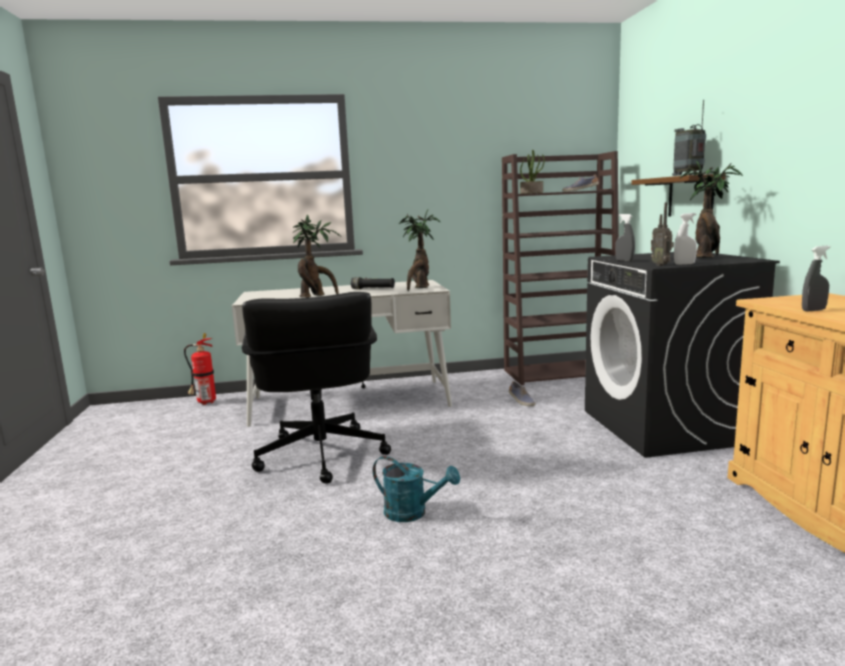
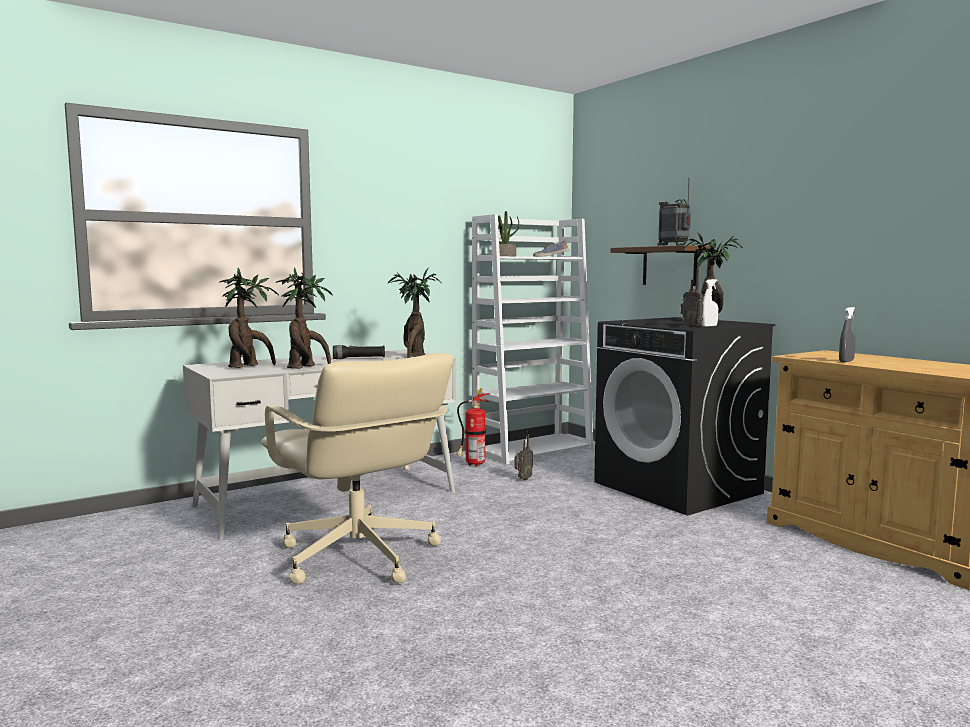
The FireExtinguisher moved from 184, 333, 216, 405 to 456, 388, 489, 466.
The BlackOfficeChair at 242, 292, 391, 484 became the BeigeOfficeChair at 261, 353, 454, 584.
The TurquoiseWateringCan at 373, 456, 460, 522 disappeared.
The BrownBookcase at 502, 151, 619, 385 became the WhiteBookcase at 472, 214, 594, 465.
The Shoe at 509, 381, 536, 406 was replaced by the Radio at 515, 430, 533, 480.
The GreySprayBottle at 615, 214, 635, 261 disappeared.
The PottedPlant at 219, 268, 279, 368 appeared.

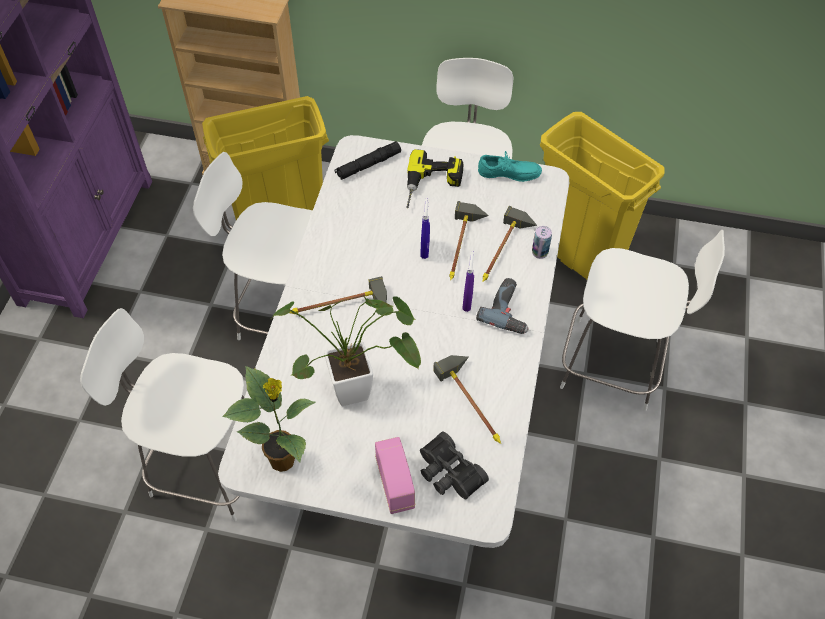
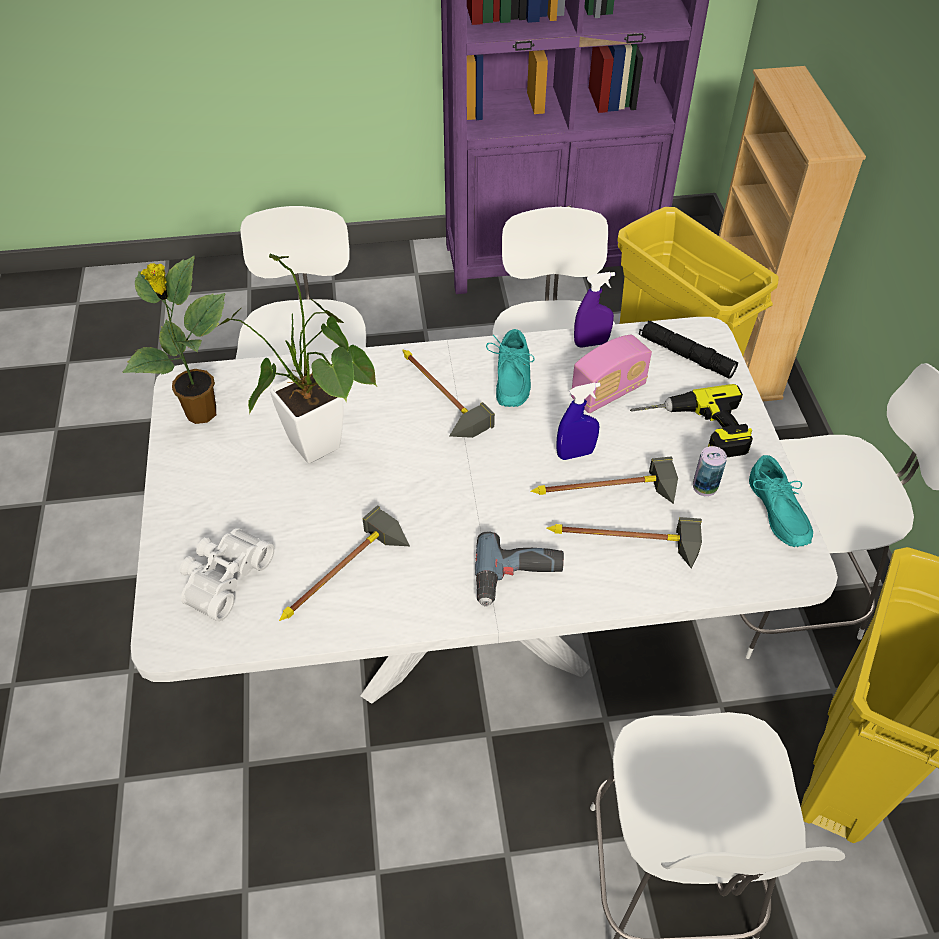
The Radio moved from 375, 437, 415, 514 to 571, 335, 652, 413.
The BlackBinoculars at 420, 431, 489, 499 became the WhiteBinoculars at 180, 528, 275, 622.
The PurpleSprayBottle moved from 462, 251, 474, 312 to 574, 272, 615, 348.
The Can moved from 532, 226, 552, 259 to 693, 446, 727, 497.
The TurquoiseShoe at 486, 329, 535, 407 appeared.

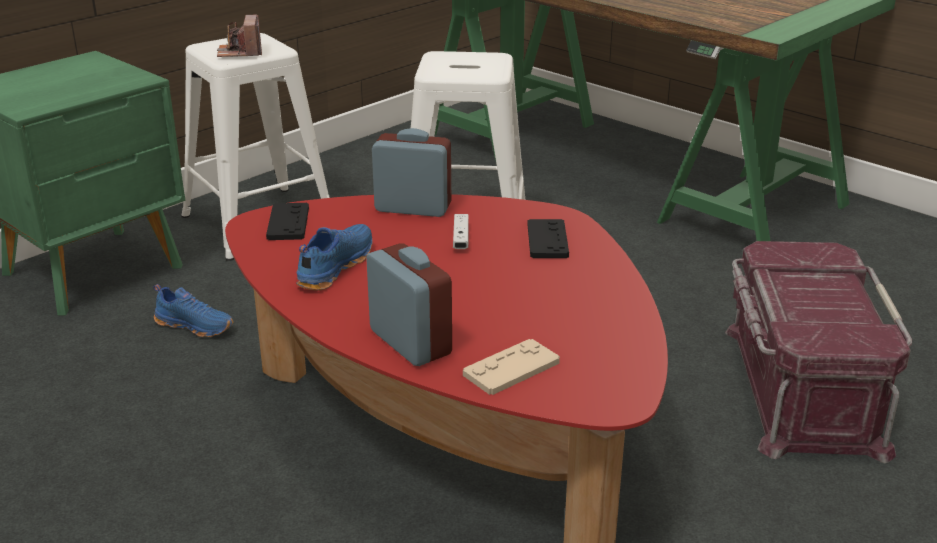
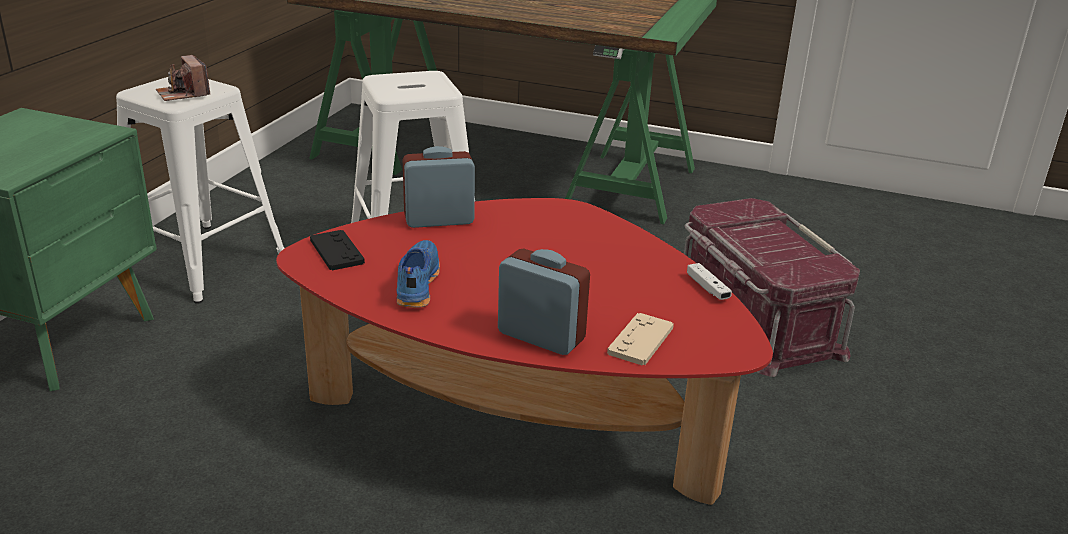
The BlueShoe at 153, 284, 234, 337 disappeared.
The WhiteGameController moved from 453, 214, 469, 249 to 687, 263, 732, 300.
The BlackGameController at 527, 219, 569, 258 disappeared.

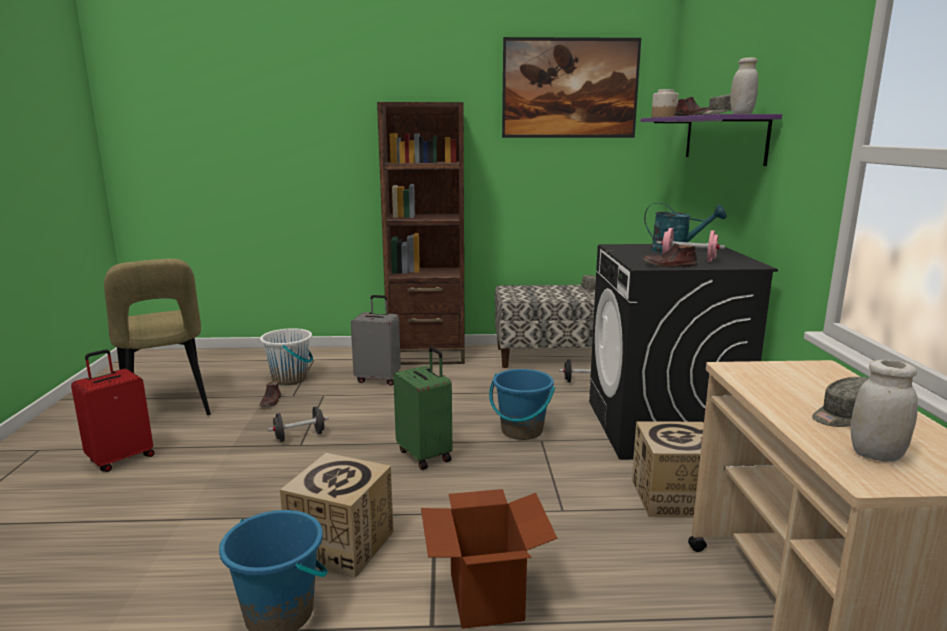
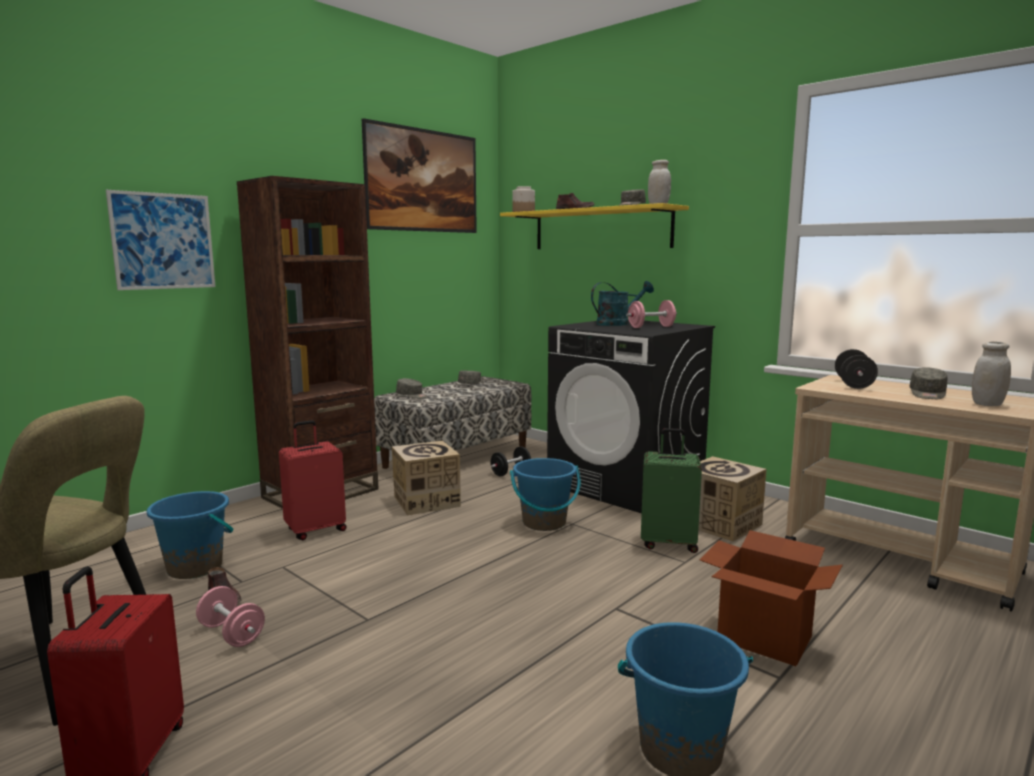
The WhiteBucket at 260, 328, 313, 385 became the BlueBucket at 147, 491, 234, 579.
The BlackDumbbell moved from 268, 406, 329, 442 to 835, 349, 878, 389.
The CardboardBox moved from 280, 453, 394, 578 to 392, 441, 461, 515.
The GreySuitcase at 351, 295, 401, 386 became the RedSuitcase at 279, 420, 346, 540.
The GreenSuitcase moved from 393, 347, 452, 470 to 641, 428, 702, 553.
The PurpleShelf at 641, 114, 782, 166 became the YellowShelf at 500, 203, 689, 249.
The BrownShoe at 643, 243, 697, 268 disappeared.
The Picture at 106, 190, 216, 290 appeared.
The PinkDumbbell at 196, 586, 265, 647 appeared.
The GreyCap at 396, 378, 427, 399 appeared.

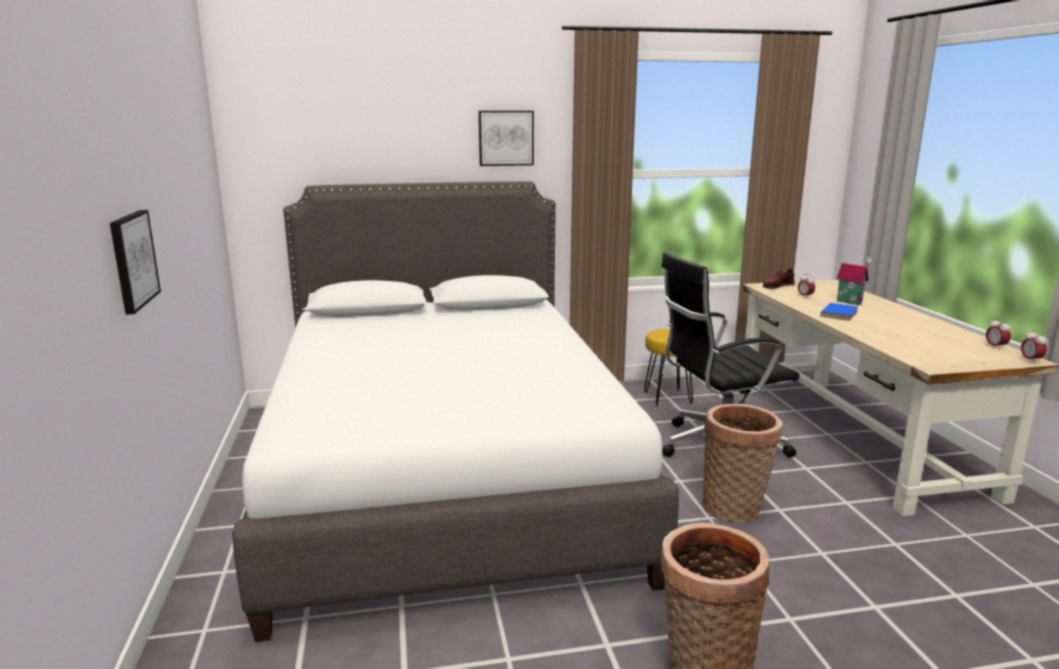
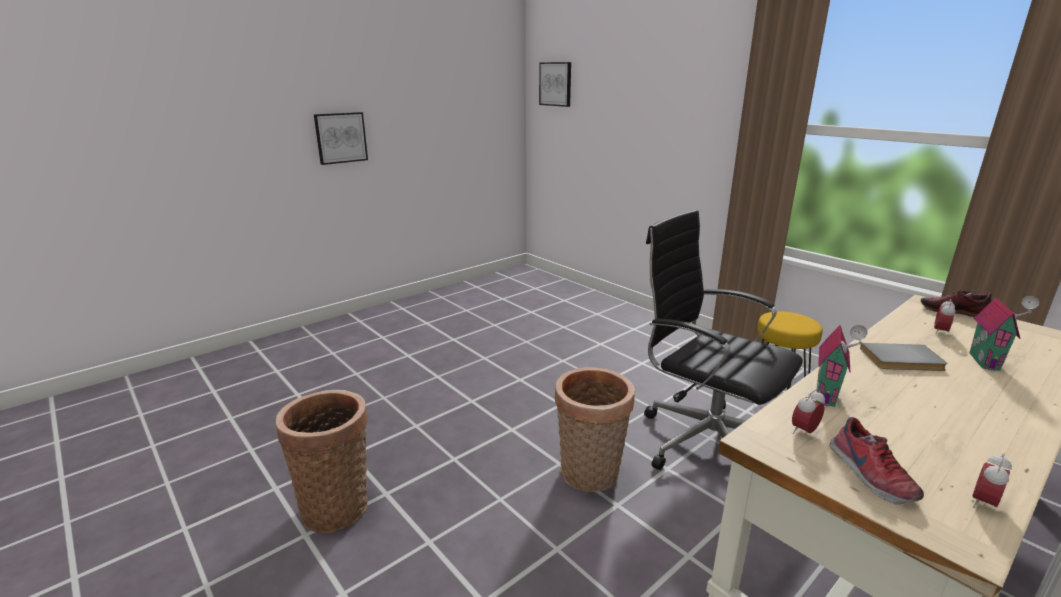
The WhiteBed at 232, 182, 679, 642 disappeared.
The Picture moved from 479, 111, 534, 166 to 539, 62, 571, 107.
The BlueBook at 820, 303, 858, 321 became the GreyBook at 860, 343, 948, 371.
The AlarmClock moved from 1021, 330, 1047, 362 to 792, 389, 825, 434.
The ToyHouse at 816, 325, 867, 407 appeared.
The Shoe at 829, 417, 924, 505 appeared.

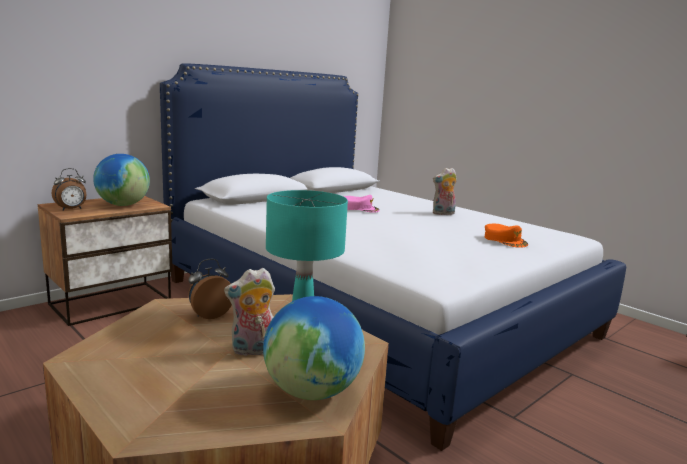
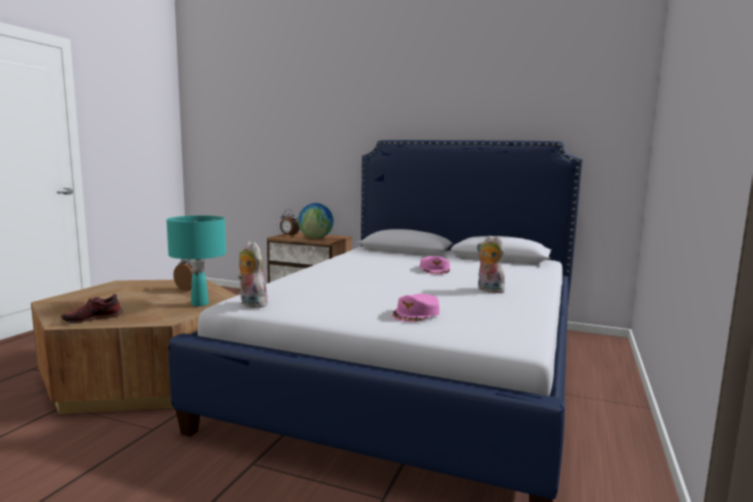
The PlushToy moved from 224, 268, 275, 356 to 238, 241, 268, 308.
The Globe at 263, 296, 365, 400 was replaced by the Shoe at 61, 294, 123, 324.
The OrangeCap at 485, 224, 528, 248 became the PinkCap at 392, 294, 440, 322.

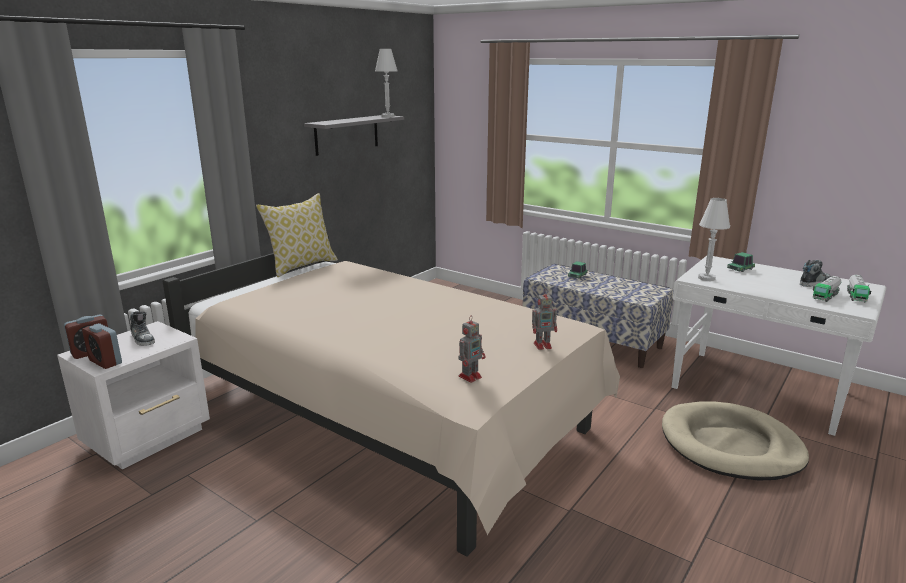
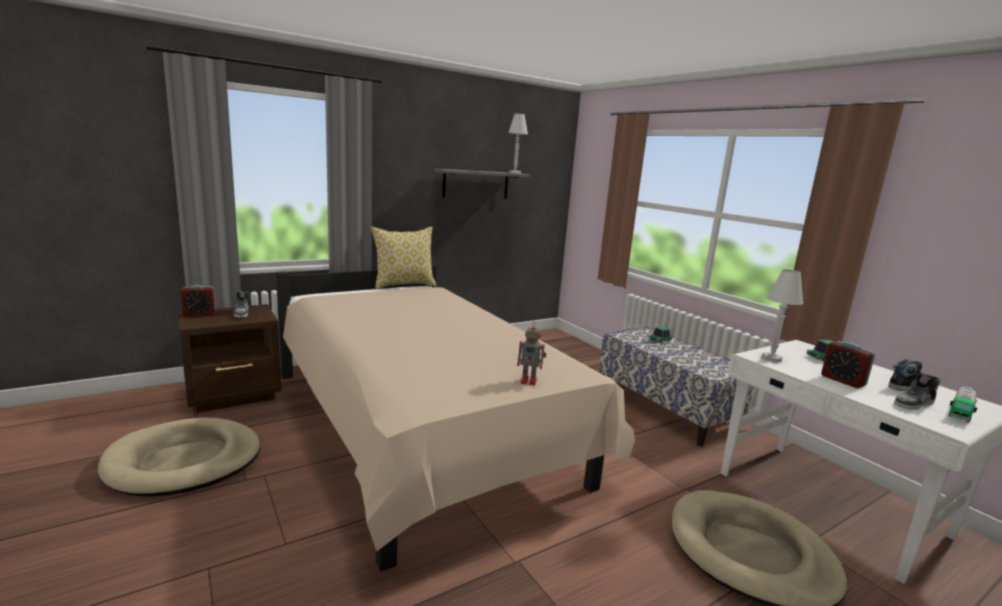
The WhiteNightstand at 57, 321, 210, 469 became the BrownNightstand at 178, 304, 282, 413.
The AlarmClock moved from 82, 323, 122, 369 to 821, 341, 875, 388.
The ToyRobot at 458, 317, 485, 383 disappeared.
The ToyTruck at 813, 276, 841, 302 was replaced by the Shoe at 894, 373, 941, 410.
The BeigeDogBed at 98, 417, 261, 497 appeared.

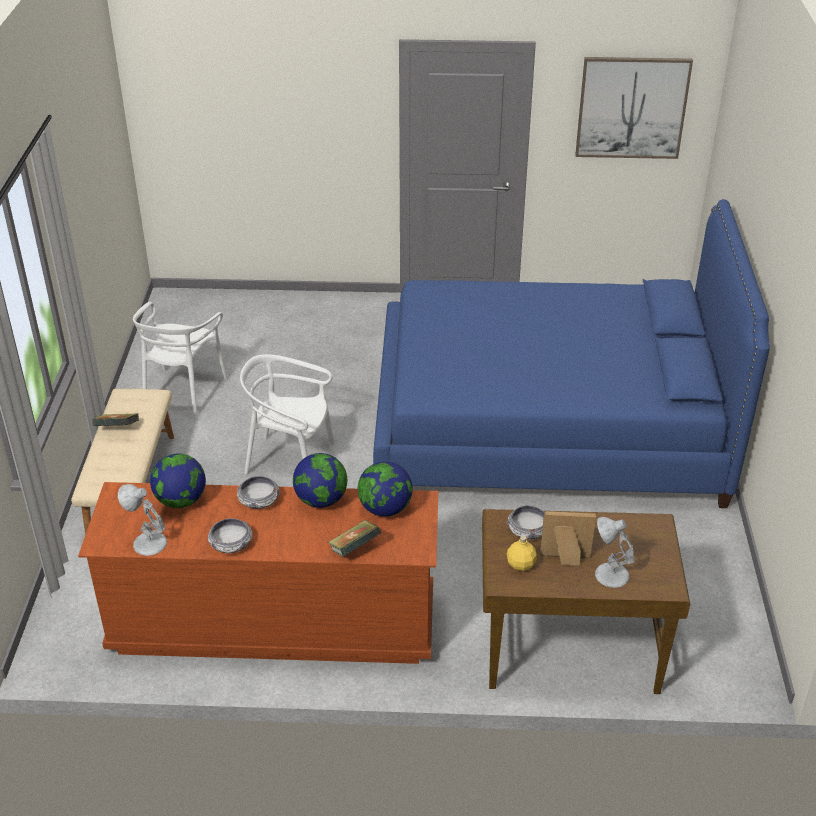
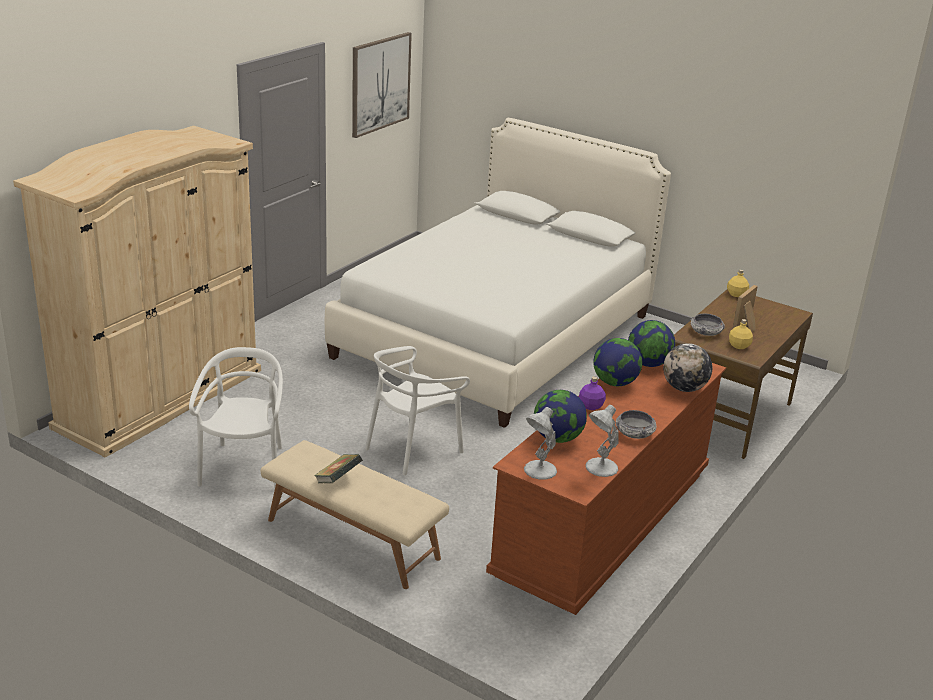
The WhiteChair at 133, 302, 228, 418 turned 135 degrees counterclockwise.
The Bowl at 236, 476, 280, 509 was replaced by the PurpleBottle at 579, 376, 606, 410.
The Book at 328, 520, 381, 557 was replaced by the Globe at 663, 343, 712, 392.
The BlueBed at 373, 199, 770, 508 became the WhiteBed at 325, 118, 671, 428.
The WhiteTableLamp moved from 595, 517, 634, 588 to 524, 407, 557, 480.
The BeigeWardrobe at 13, 126, 261, 458 appeared.
The YellowBottle at 727, 269, 749, 297 appeared.

